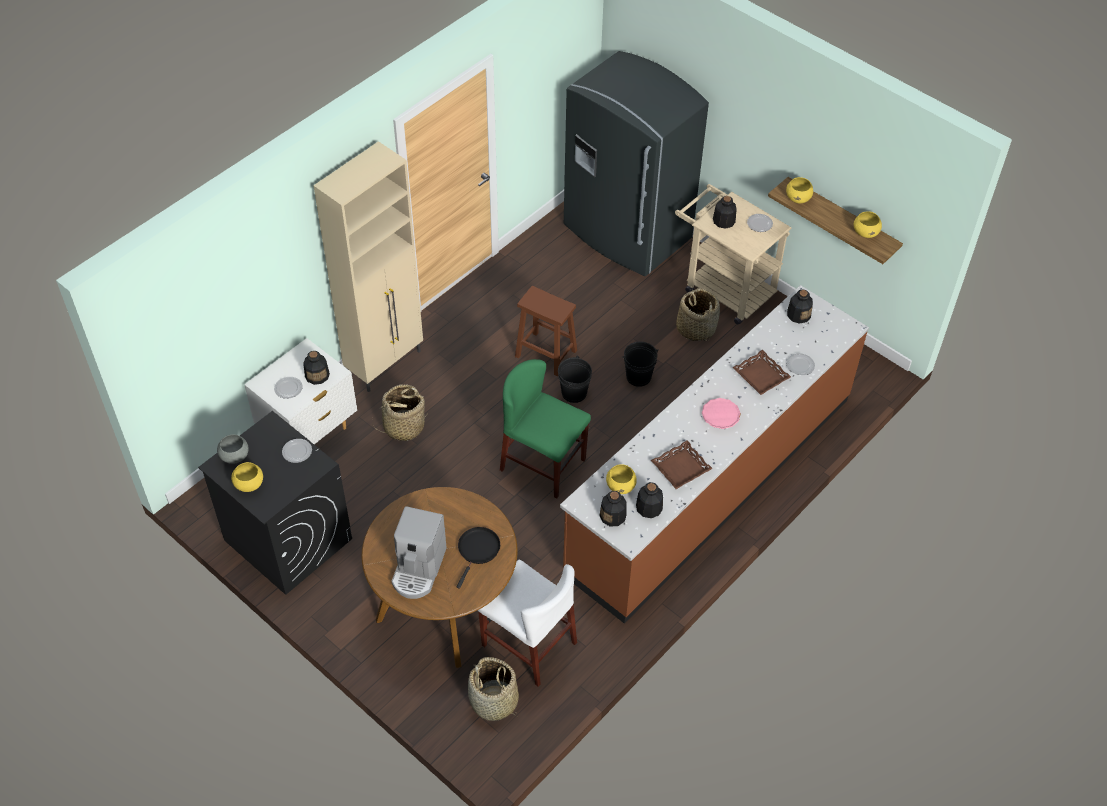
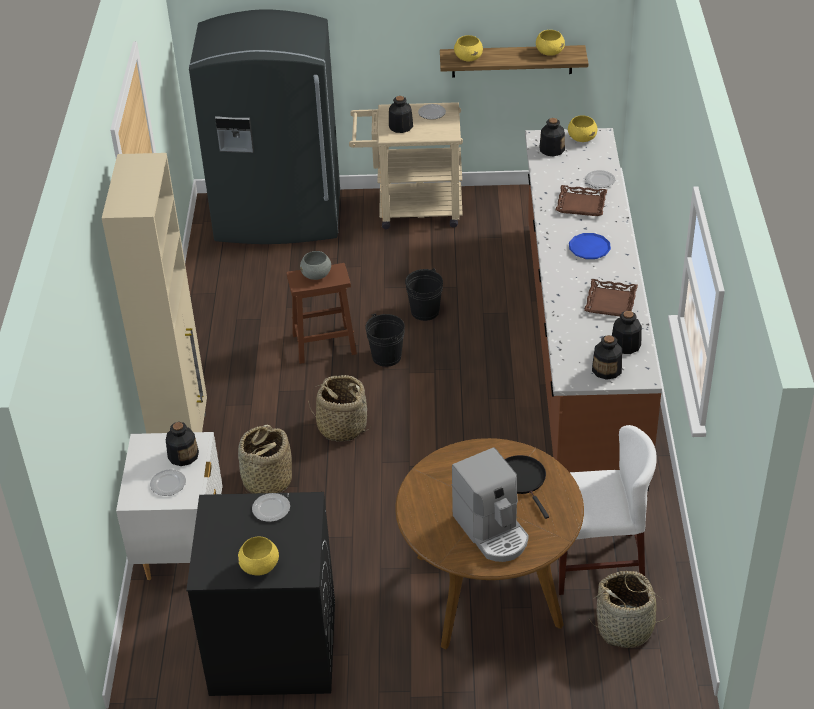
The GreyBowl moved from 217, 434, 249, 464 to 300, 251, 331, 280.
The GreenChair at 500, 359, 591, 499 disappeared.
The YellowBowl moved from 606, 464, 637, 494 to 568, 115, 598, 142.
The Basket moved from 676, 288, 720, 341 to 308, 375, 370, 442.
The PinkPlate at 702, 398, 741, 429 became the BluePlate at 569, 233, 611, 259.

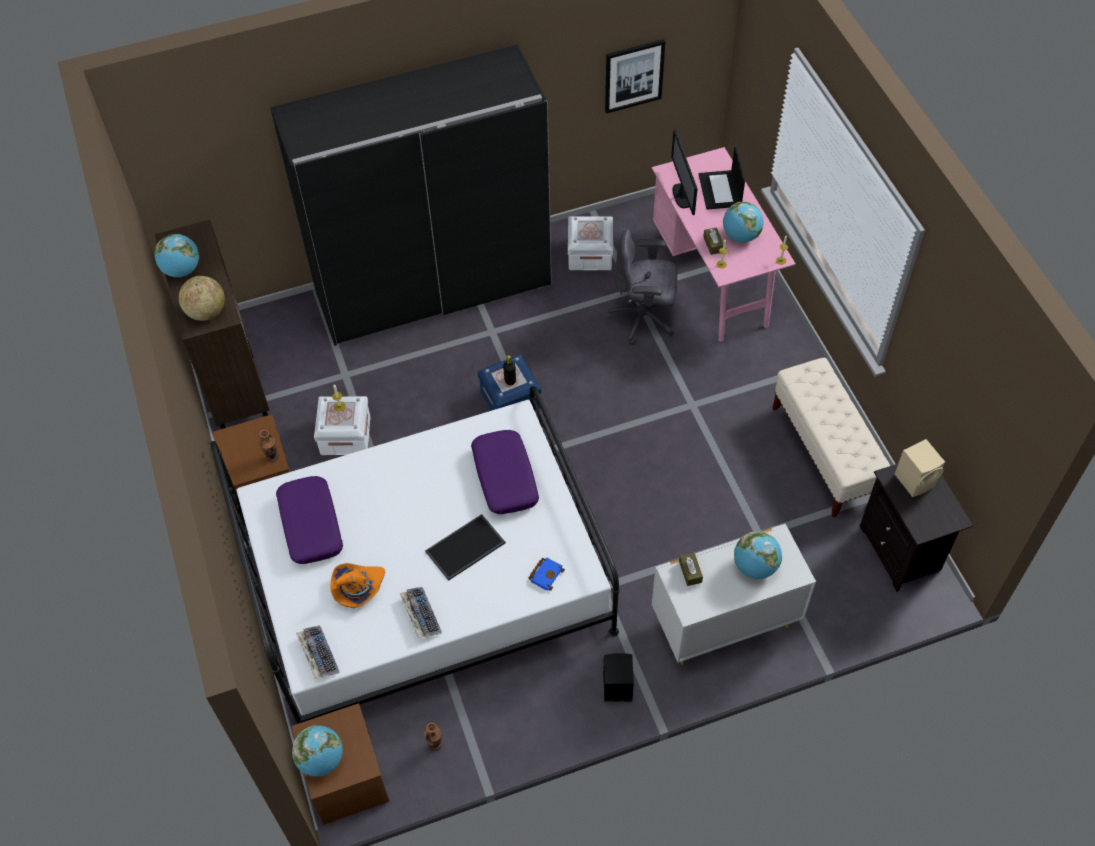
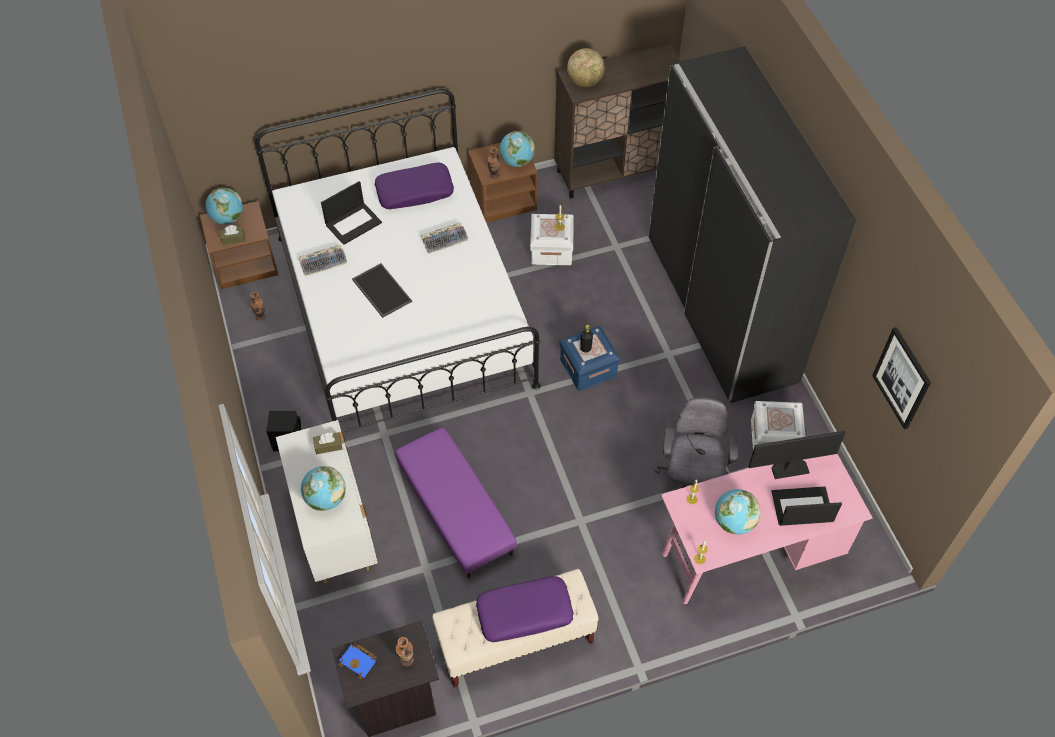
The Globe moved from 154, 234, 200, 277 to 500, 131, 535, 167.
The Keyboard moved from 296, 625, 340, 678 to 421, 222, 468, 254.
The OrangeHat at 330, 563, 385, 608 was replaced by the Laptop at 321, 181, 382, 245.
The PurplePillow moved from 471, 430, 539, 514 to 476, 576, 574, 642.
The BlueBook moved from 529, 557, 565, 591 to 338, 643, 377, 679.
The BrownTissueBox moved from 703, 227, 723, 255 to 220, 225, 245, 245.
The BeigeSpeaker at 894, 439, 945, 497 was replaced by the Vase at 395, 637, 414, 666.
The PurpleOttoman at 395, 427, 517, 578 appeared.

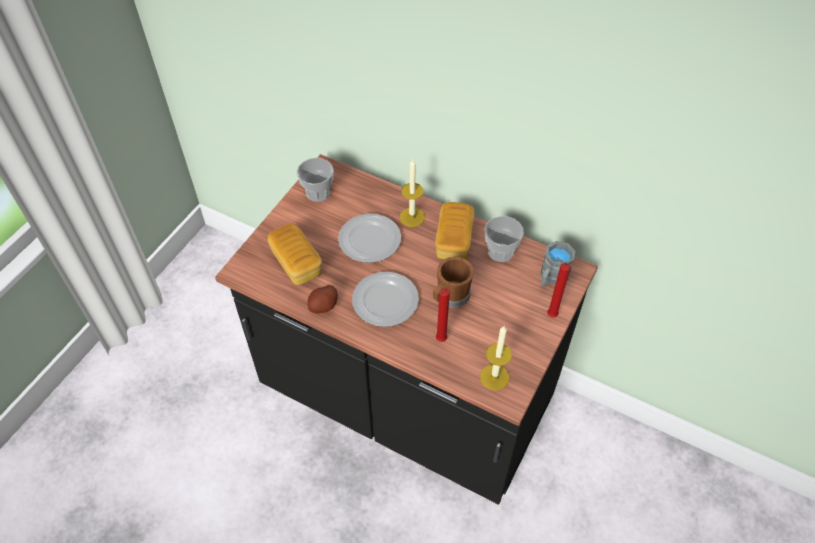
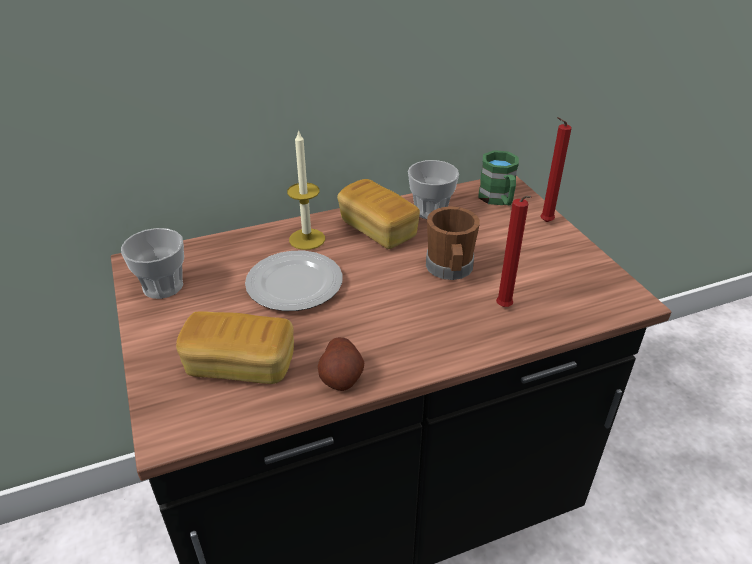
The Plate at 352, 272, 419, 327 disappeared.
The Candle at 480, 326, 512, 390 disappeared.
The GreyMug at 541, 241, 575, 287 became the GreenMug at 478, 150, 519, 205.

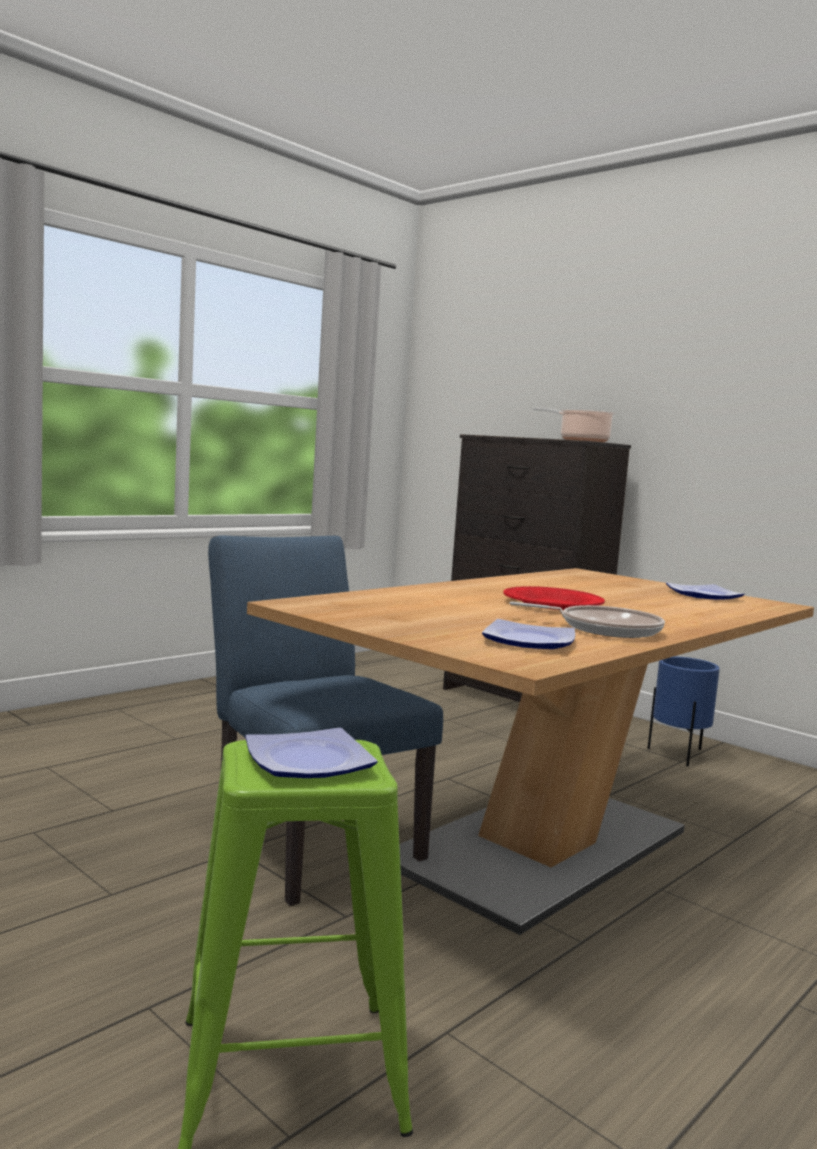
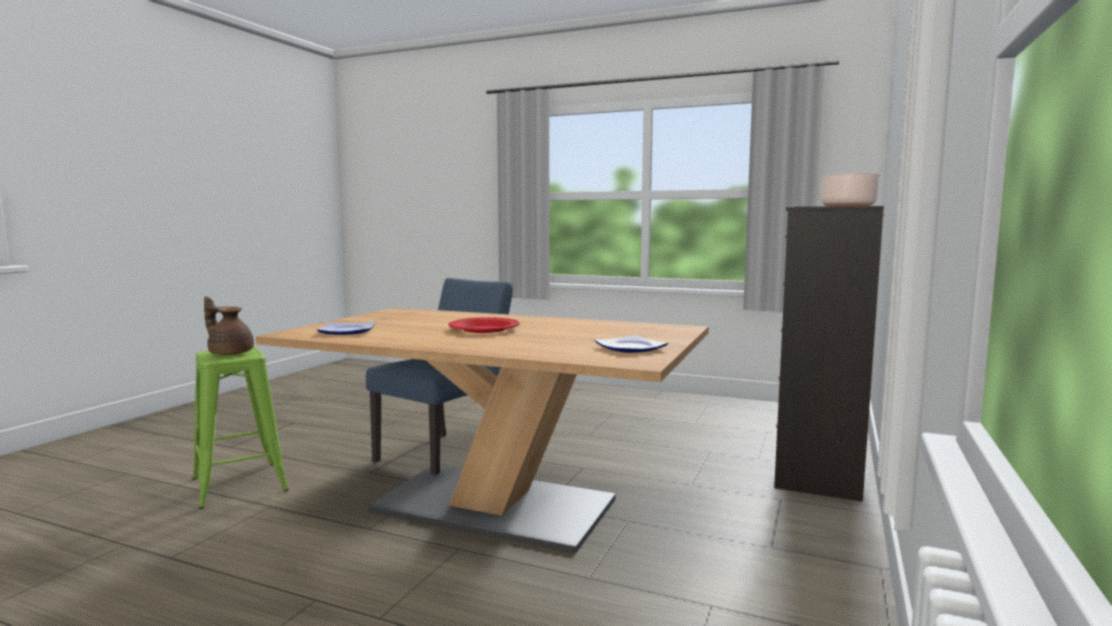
The Plate at 245, 728, 378, 778 was replaced by the BrownTeapot at 204, 296, 254, 355.
The FryingPan at 509, 602, 665, 638 disappeared.
The BluePlanter at 648, 656, 720, 767 disappeared.

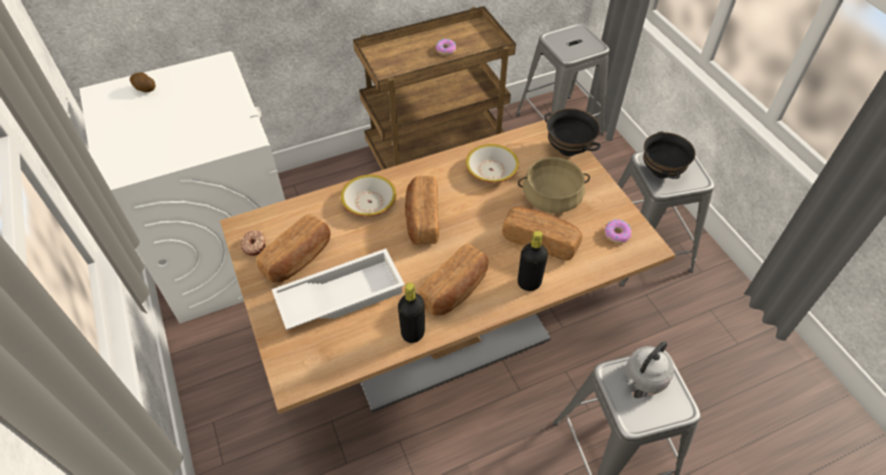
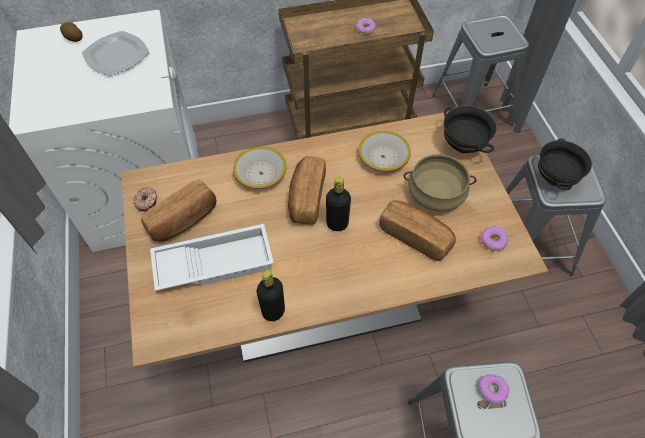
The Bread at 419, 244, 488, 315 disappeared.
The BlackBottle moved from 518, 231, 548, 291 to 326, 177, 351, 231.
The GreyKettle at 626, 341, 674, 393 was replaced by the Donut at 478, 374, 509, 404.
The Plate at 82, 31, 149, 76 appeared.

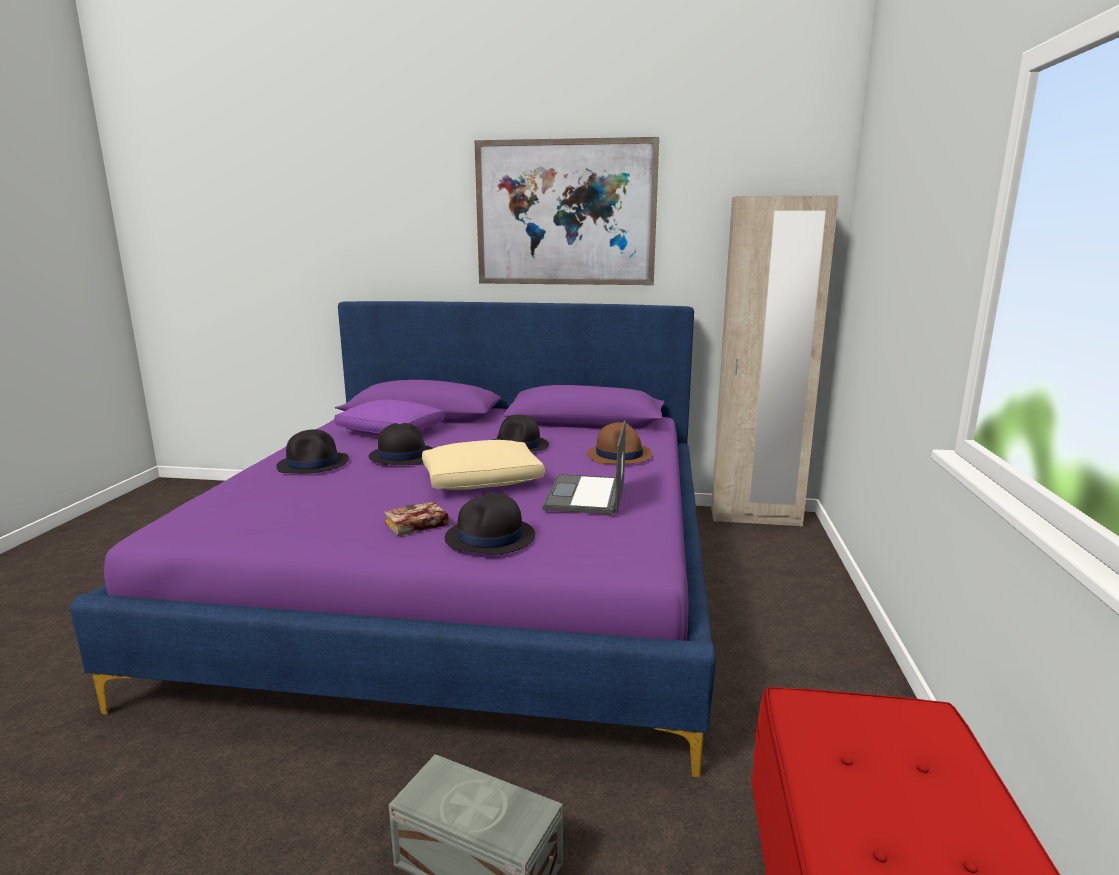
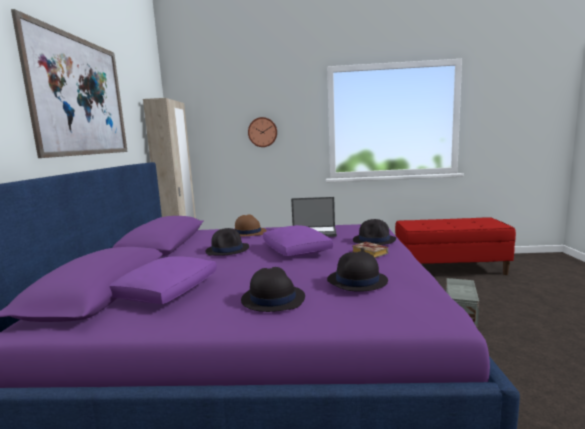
The BlackHat moved from 369, 423, 433, 465 to 327, 251, 388, 292.
The BeigePillow at 422, 440, 545, 490 became the PurplePillow at 263, 225, 333, 257.
The WallClock at 248, 117, 277, 147 appeared.

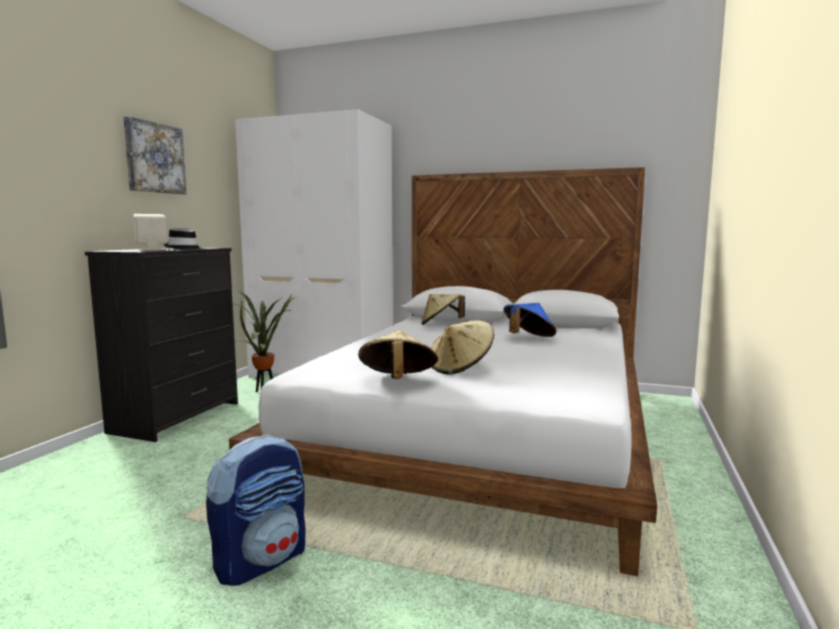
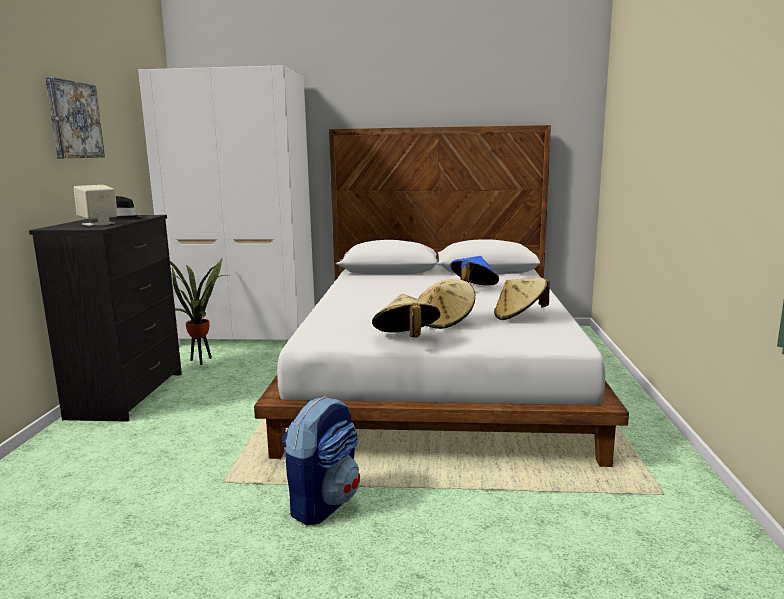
The BeigeHat moved from 421, 294, 465, 325 to 494, 277, 550, 320.

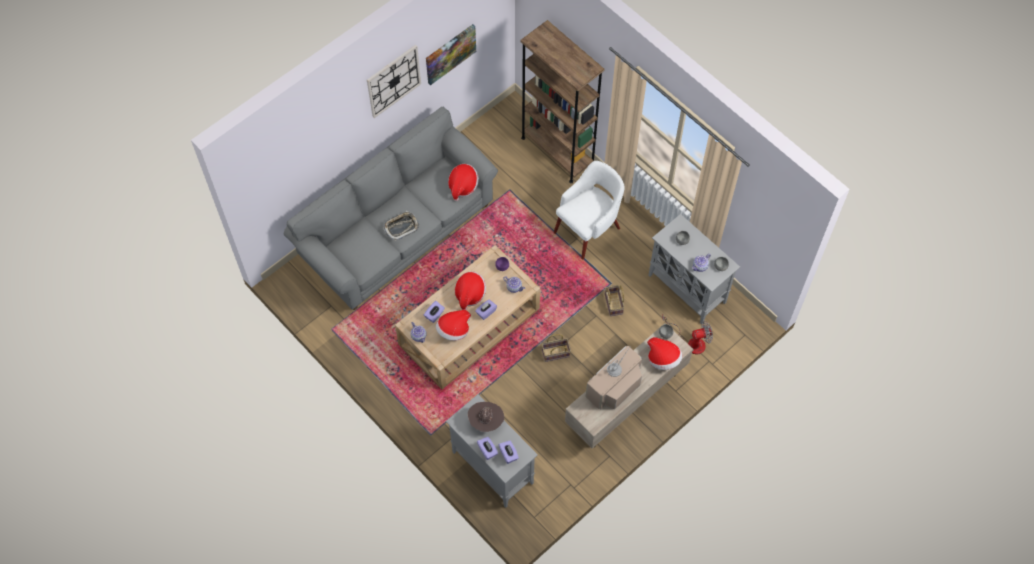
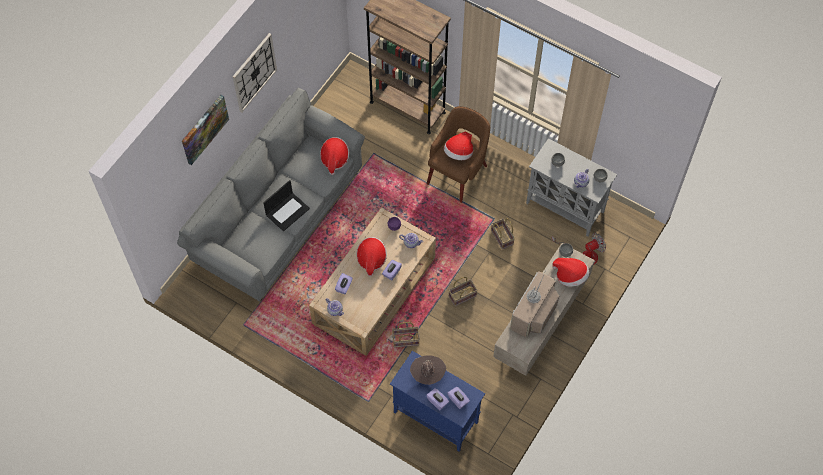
The Tray at 383, 211, 420, 241 was replaced by the Laptop at 263, 180, 310, 231.
The Picture moved from 426, 24, 476, 85 to 182, 95, 229, 165.
The Hat moved from 436, 310, 471, 341 to 444, 132, 473, 160.
The GreyCabinet at 446, 394, 538, 508 became the BlueCabinet at 390, 351, 485, 452.
The WhiteArmchair at 554, 161, 625, 259 became the BrownArmchair at 427, 106, 490, 203.
The Basket at 392, 322, 420, 347 appeared.

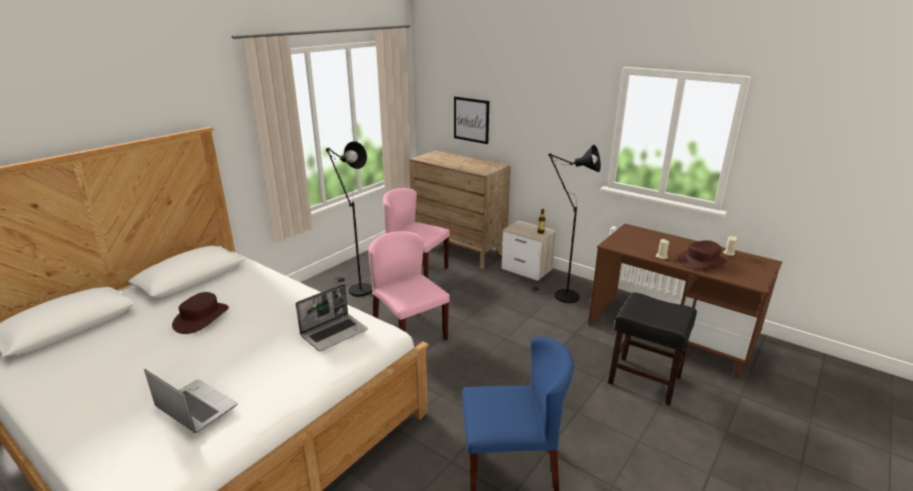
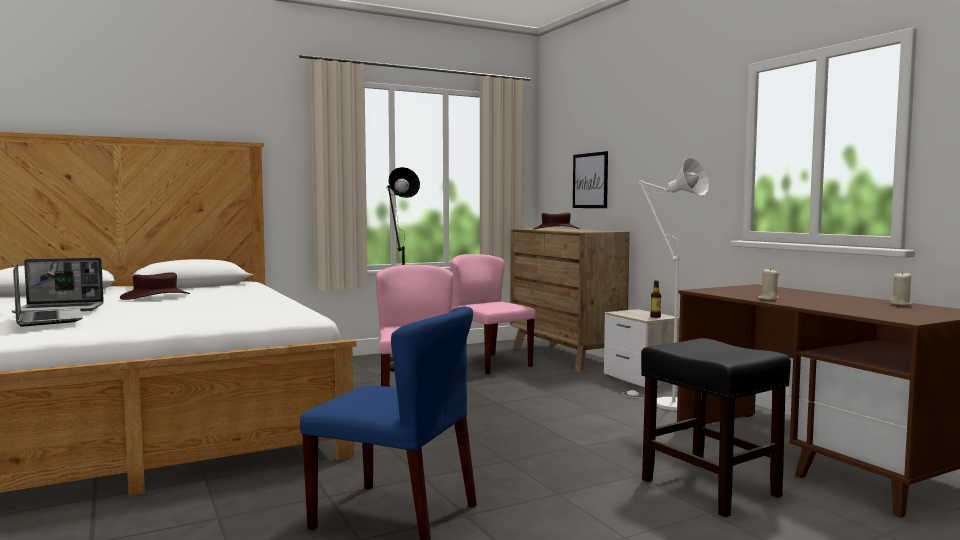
The Laptop moved from 296, 284, 368, 351 to 12, 258, 104, 313.
The BlackFloorLamp at 532, 145, 601, 303 became the WhiteFloorLamp at 623, 158, 709, 411.
The BrownHat moved from 678, 240, 727, 269 to 533, 212, 580, 230.

